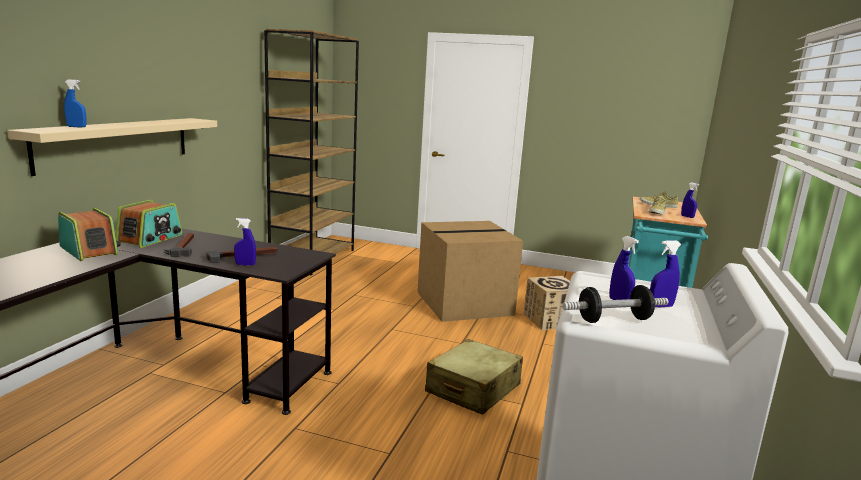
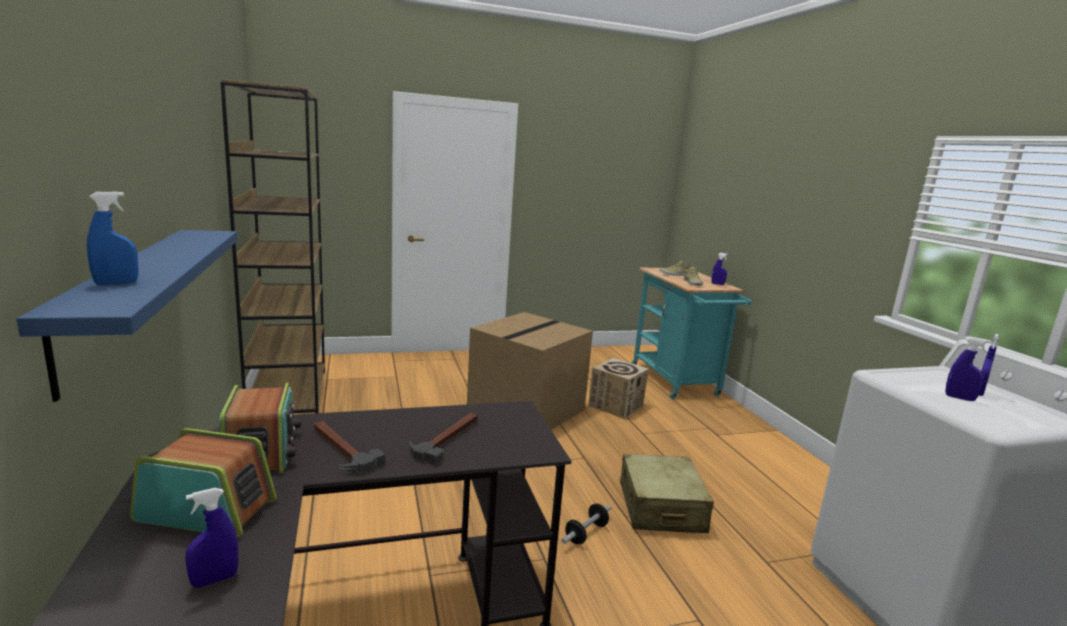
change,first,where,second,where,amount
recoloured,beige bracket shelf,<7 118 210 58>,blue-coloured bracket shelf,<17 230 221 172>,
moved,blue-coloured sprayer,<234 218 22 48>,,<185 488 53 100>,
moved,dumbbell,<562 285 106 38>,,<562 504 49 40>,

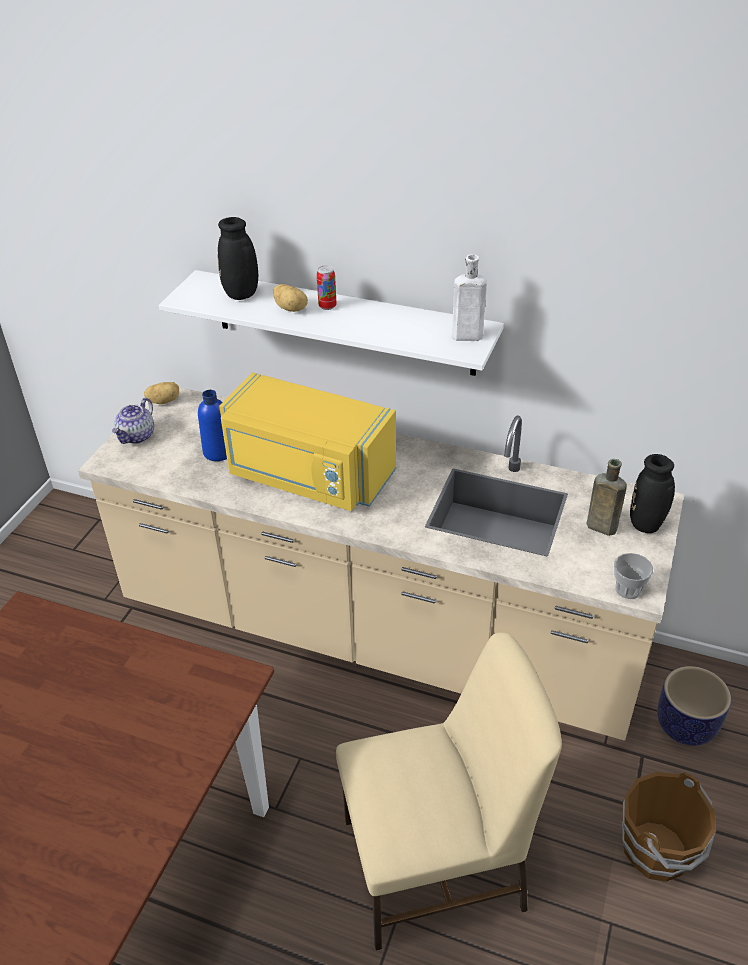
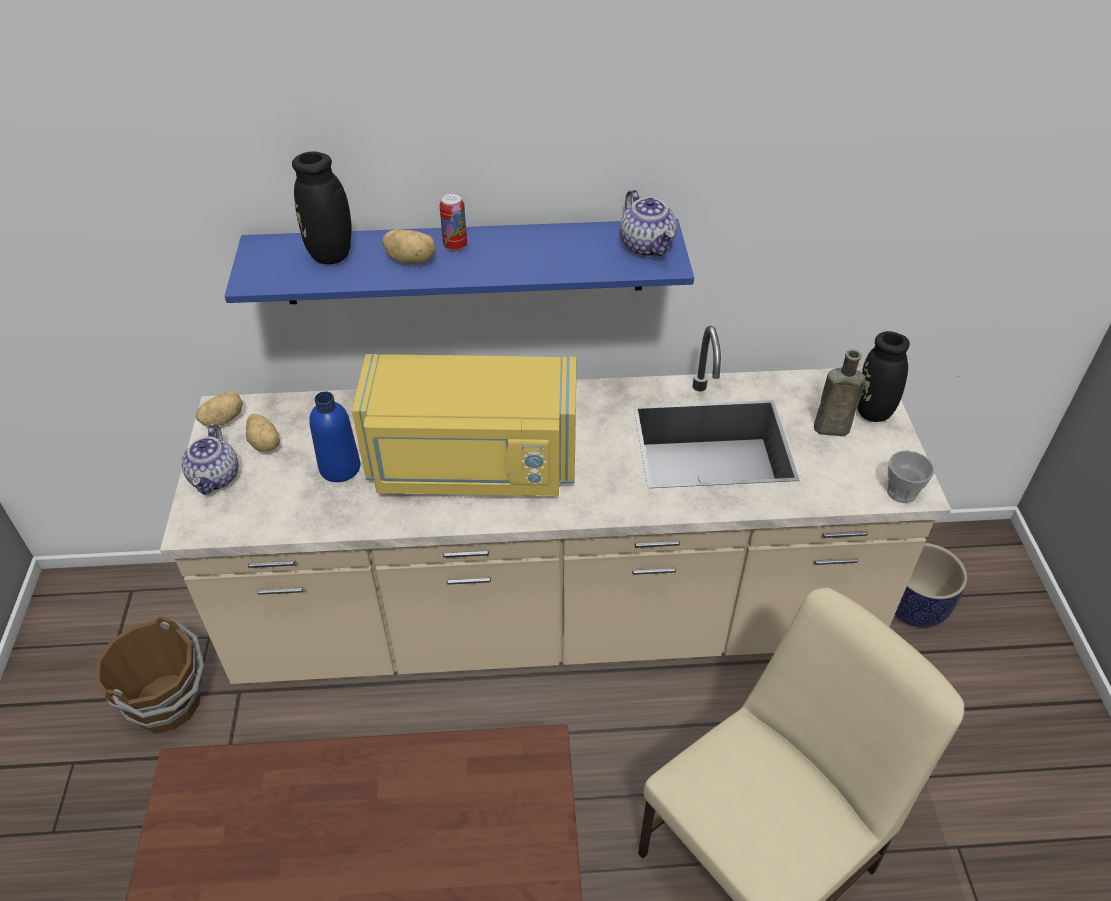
change,first,where,second,where,amount
replaced,white beverage bottle,<452 254 35 87>,tea pot,<620 190 57 67>,
recoloured,white bracket shelf,<159 270 345 106>,blue-coloured bracket shelf,<225 219 469 85>,
moved,brownish bucket,<622 772 94 110>,,<94 616 110 117>,
added,,,potato,<246 414 34 38>,

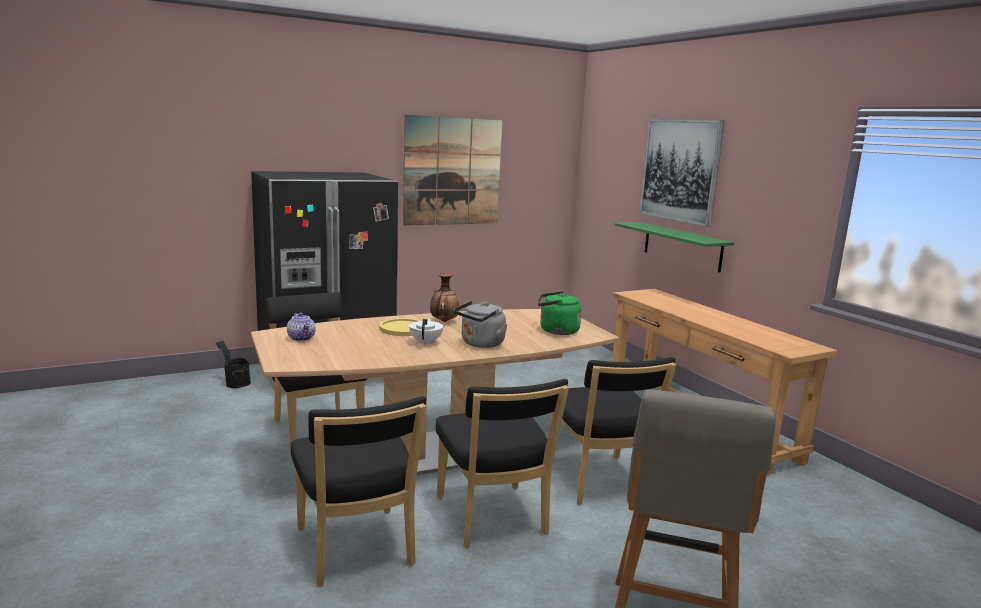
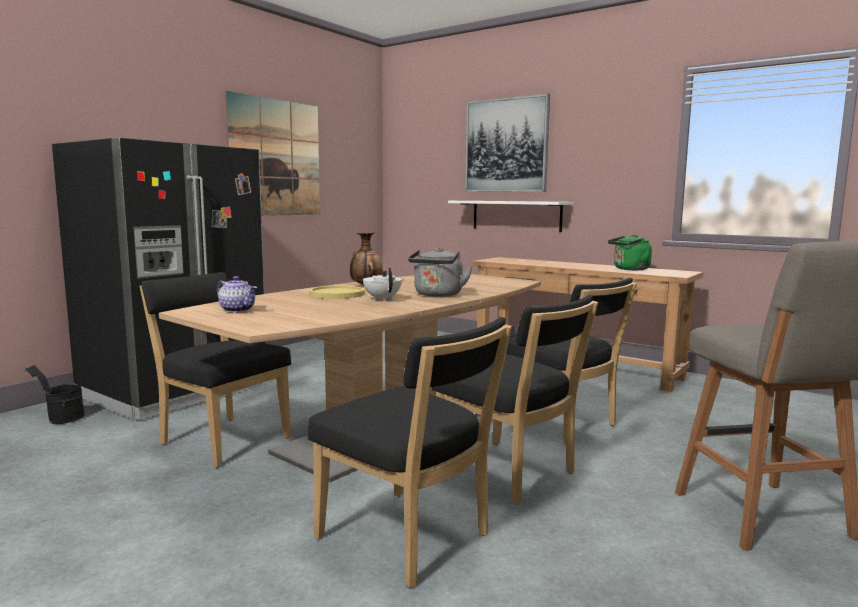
change,first,where,second,where,amount
recoloured,greenish bracket shelf,<614 222 120 50>,white bracket shelf,<448 201 126 31>,
moved,greenish water kettle,<538 291 44 44>,,<608 235 44 35>,

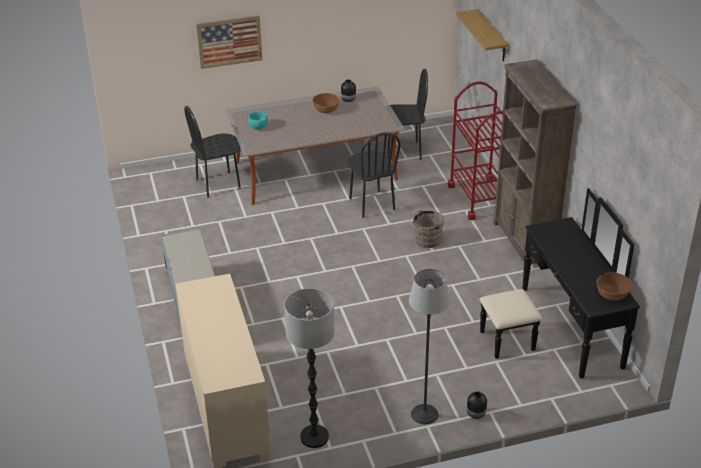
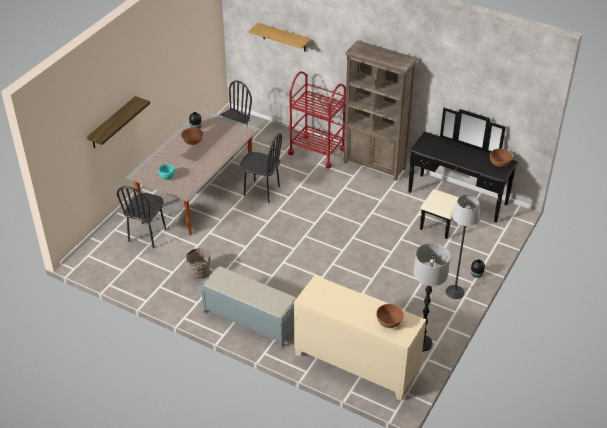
change,first,where,second,where,amount
replaced,wall picture,<196 15 66 54>,bracket shelf,<87 96 63 52>,
moved,brownish bucket,<409 210 35 38>,,<184 248 27 31>,
added,,,brownish serving bowl,<376 304 28 24>,

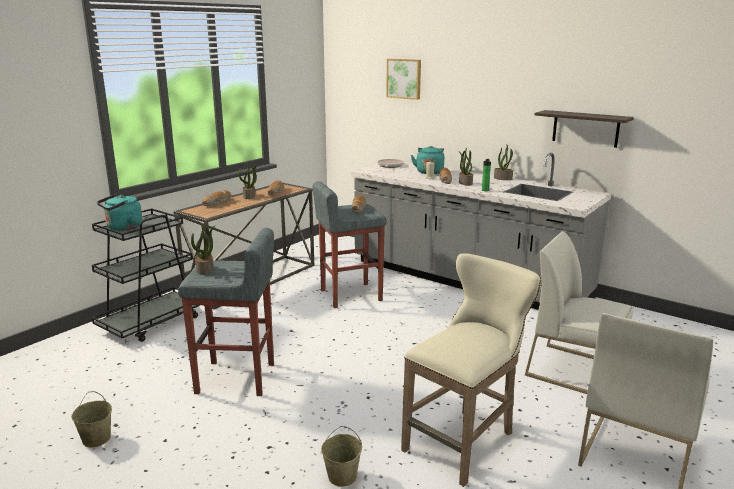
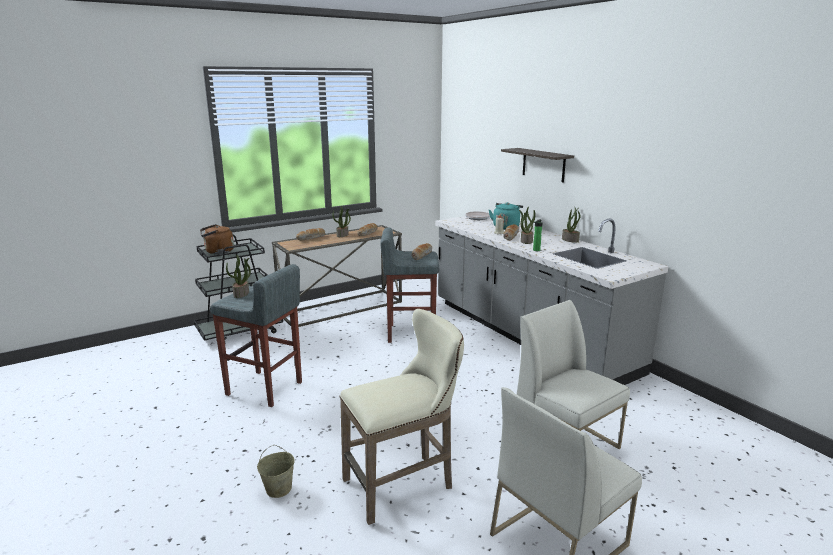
change,first,where,second,where,amount
removed,wall picture,<386 59 35 41>,,,
moved,bracket shelf,<535 110 99 38>,,<501 148 73 34>,
recoloured,turquoise water kettle,<97 194 45 37>,brownish water kettle,<200 224 34 30>,
removed,beige bucket,<71 391 41 56>,,,

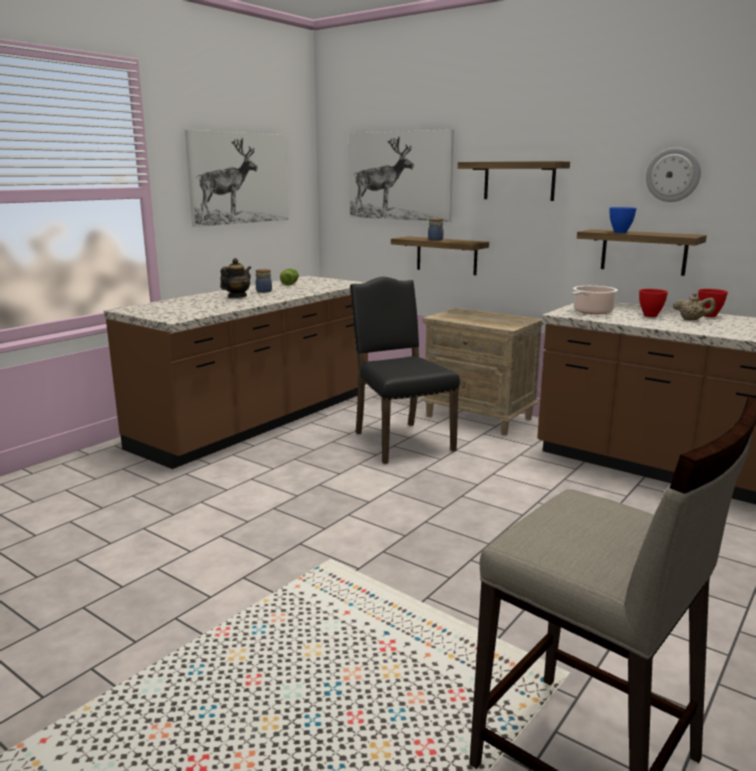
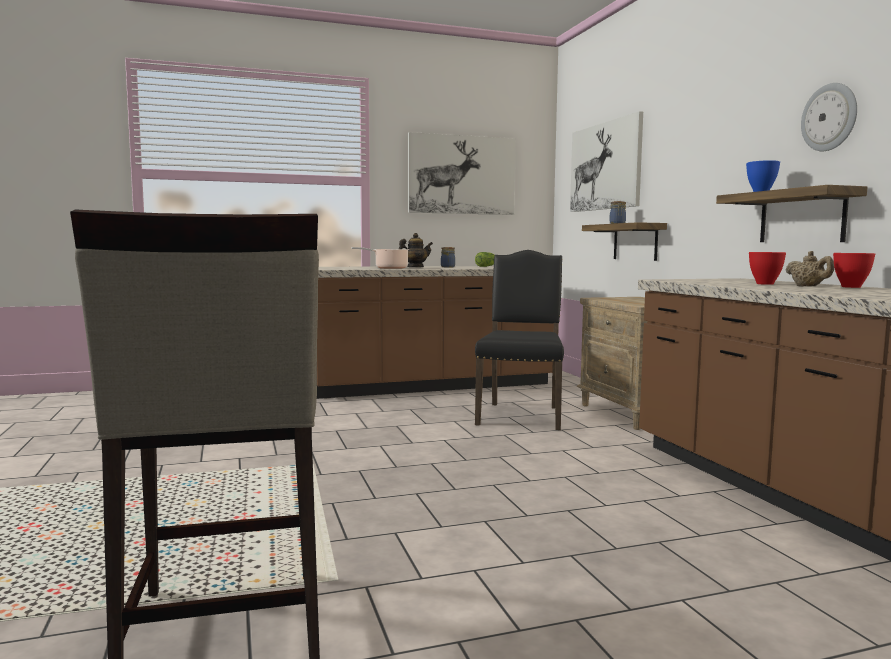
change,first,where,second,where,amount
removed,bracket shelf,<458 161 112 40>,,,
moved,cooking pot,<572 286 46 28>,,<352 247 58 22>,

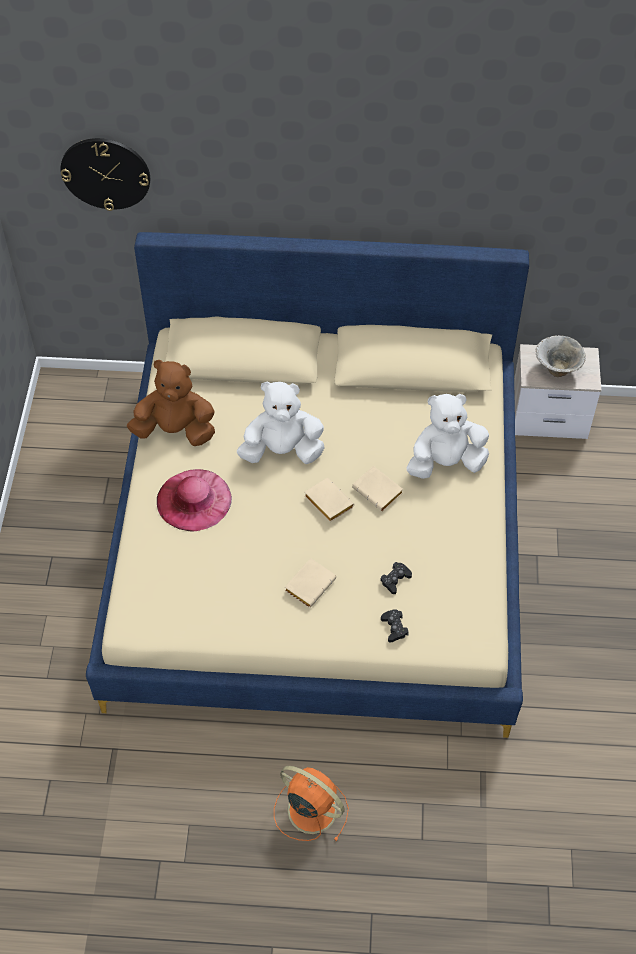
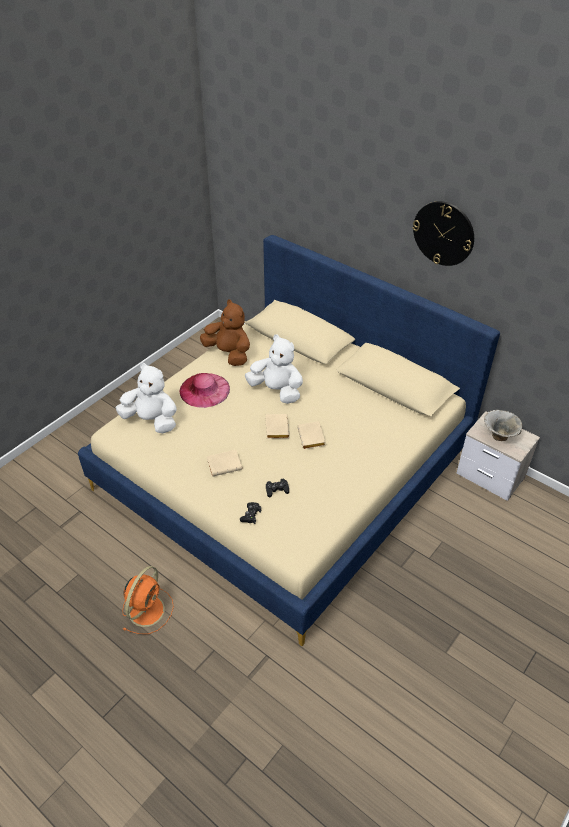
change,first,where,second,where,amount
moved,wall clock,<61 138 89 73>,,<413 201 61 65>,
moved,white plush toy,<406 394 83 85>,,<116 363 61 70>,
turned,orange-coloured cooling fan,<274 766 75 76>,,<122 566 52 68>,45 degrees clockwise

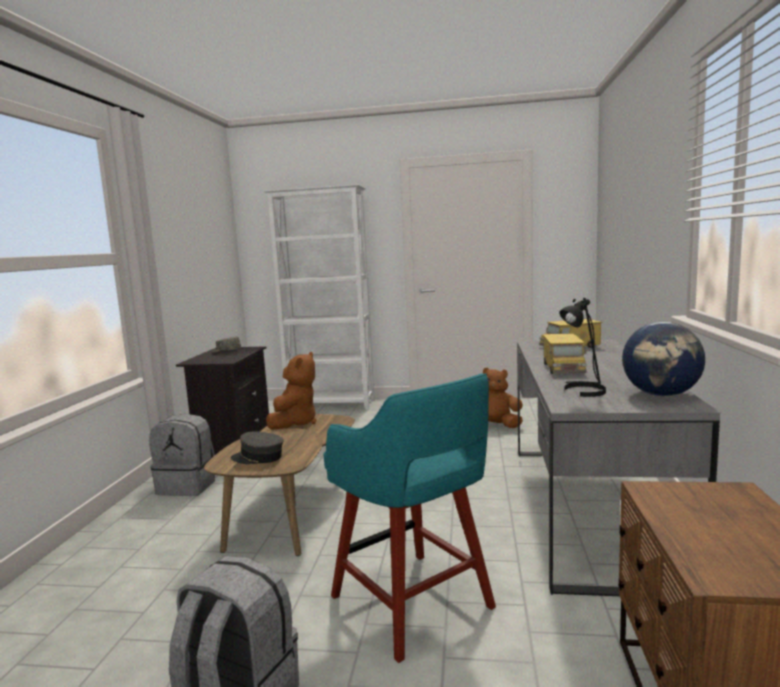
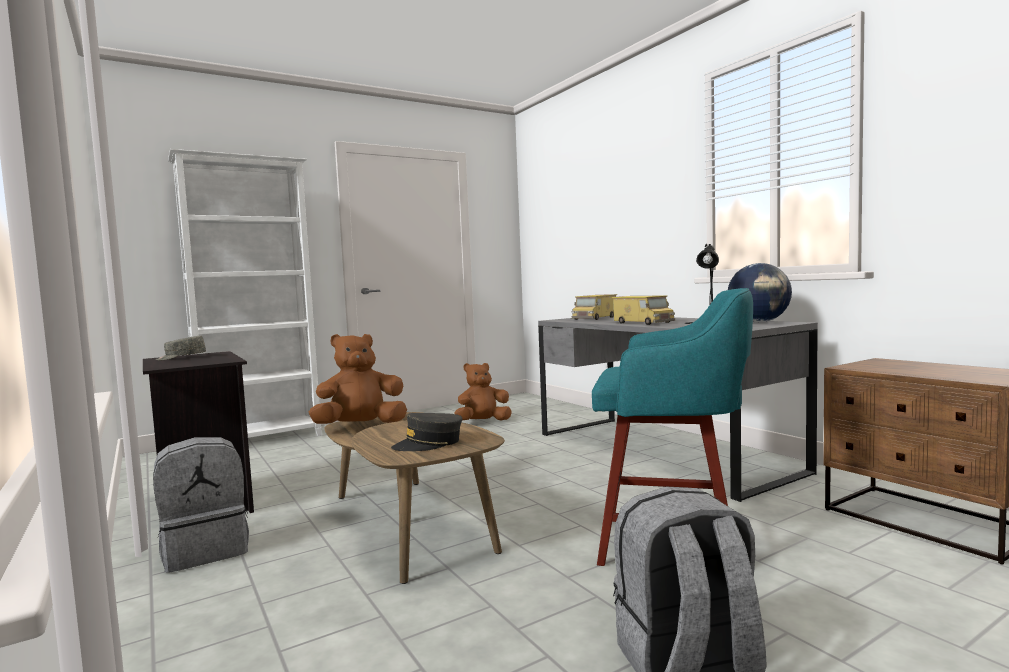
change,first,where,second,where,amount
turned,brownish plush toy,<266 352 51 78>,,<309 334 98 90>,90 degrees counterclockwise

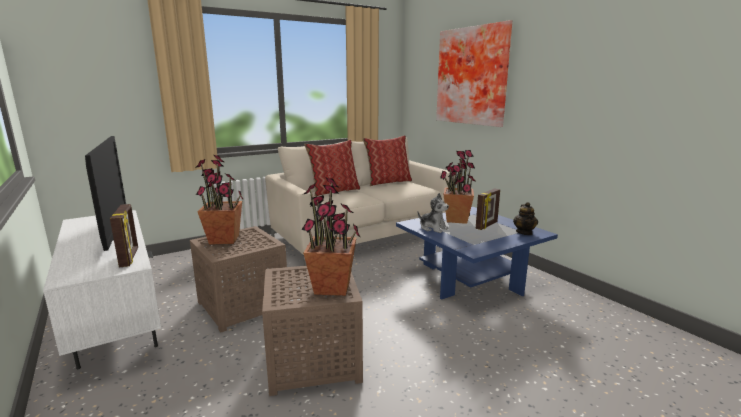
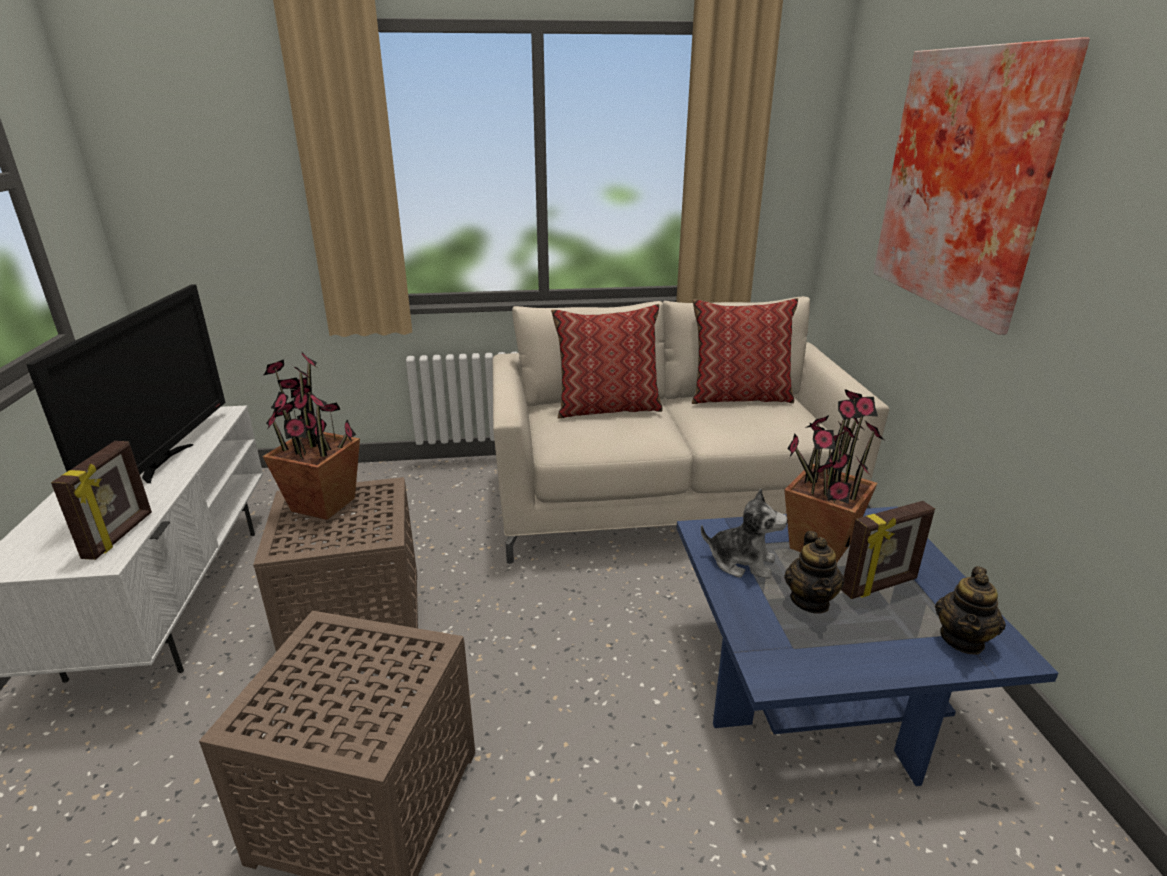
change,first,where,second,where,amount
removed,potted plant,<301 178 60 118>,,,
turned,plush toy,<418 193 31 40>,,<701 489 87 90>,45 degrees counterclockwise
added,,,tea pot,<784 531 60 83>,

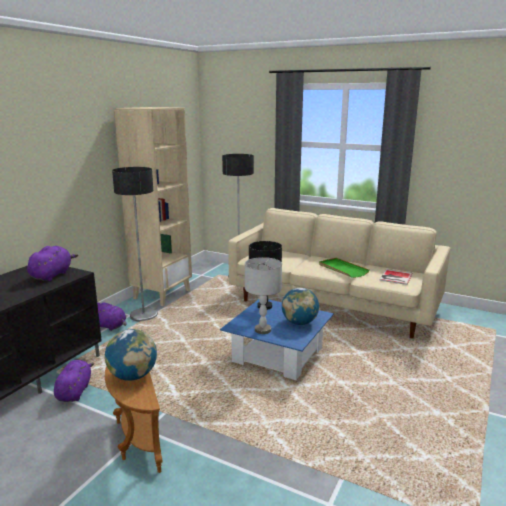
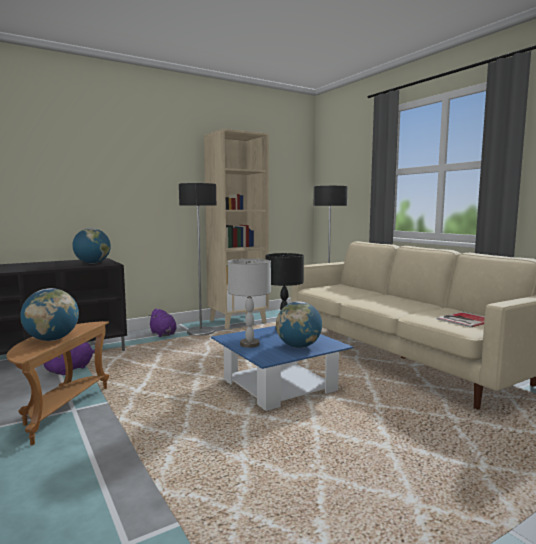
change,first,where,second,where,amount
replaced,purple-coloured plush toy,<27 246 51 35>,desk globe,<72 228 39 36>,
removed,greenish carrying tray,<319 258 51 20>,,,

